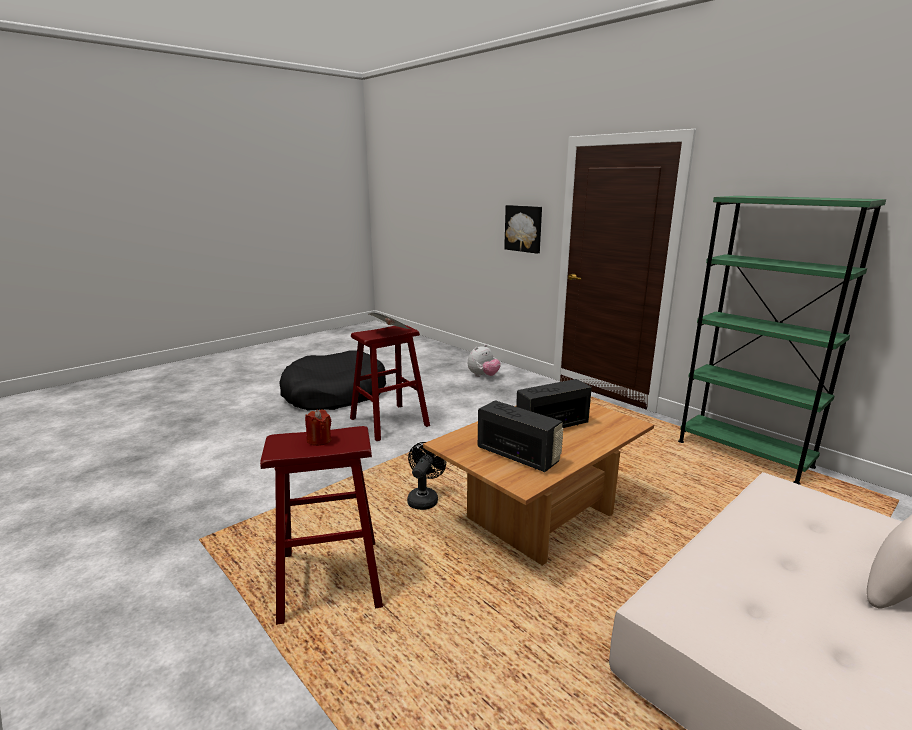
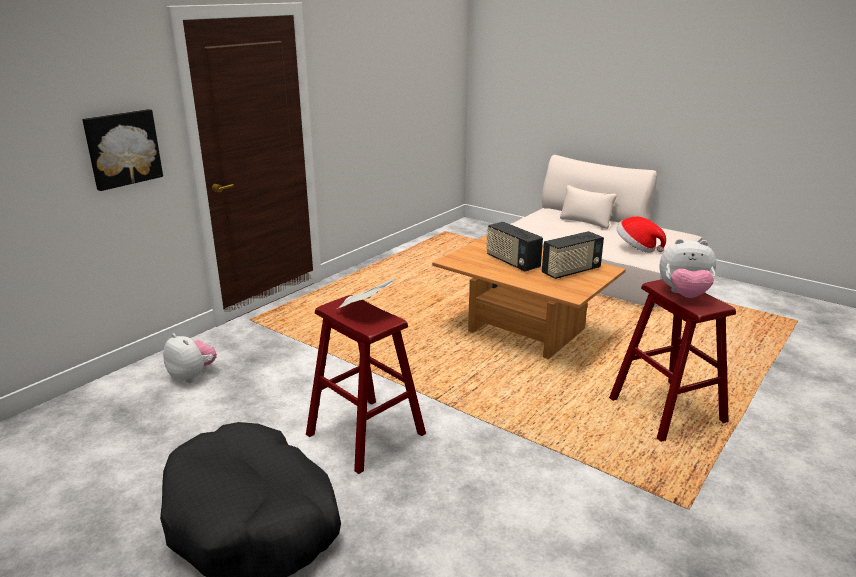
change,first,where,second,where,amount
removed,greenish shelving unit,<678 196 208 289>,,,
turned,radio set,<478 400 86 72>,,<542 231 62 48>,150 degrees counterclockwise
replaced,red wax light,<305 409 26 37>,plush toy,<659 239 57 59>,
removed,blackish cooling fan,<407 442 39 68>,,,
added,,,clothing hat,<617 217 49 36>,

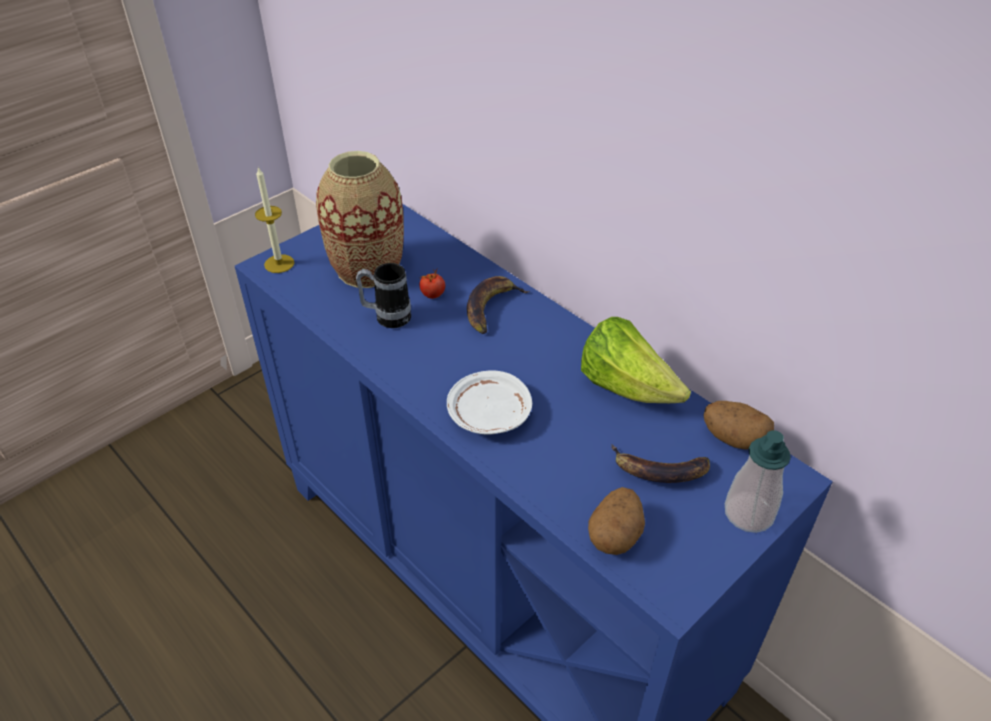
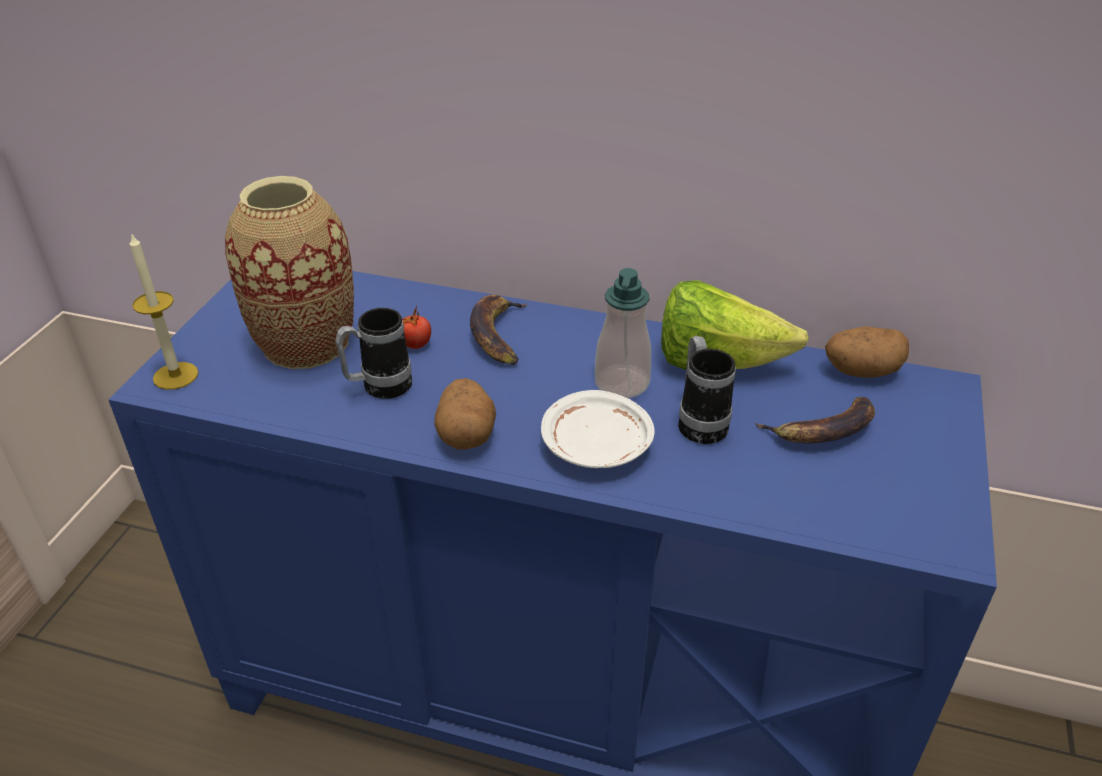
change,first,where,second,where,amount
moved,soap bottle,<725 430 66 103>,,<595 268 56 130>,
moved,potato,<588 487 57 68>,,<434 378 62 72>,
added,,,tea mug,<678 336 58 108>,

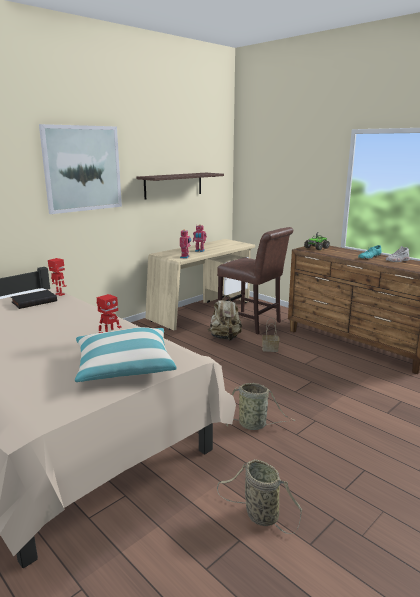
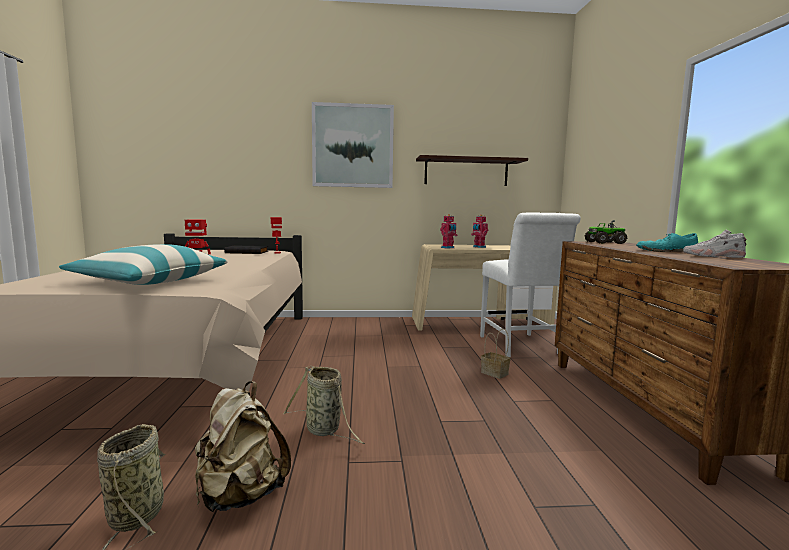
change,first,where,second,where,amount
recoloured,brownish chair,<217 227 76 107>,white chair,<480 212 101 145>,
moved,beige rucksack,<208 295 34 46>,,<195 381 96 132>,

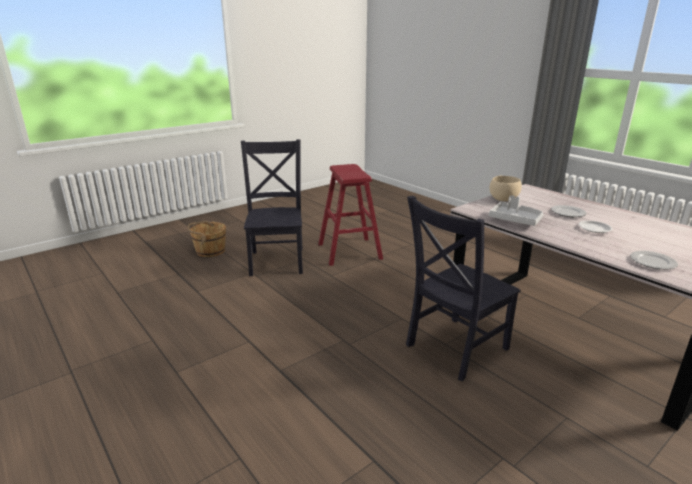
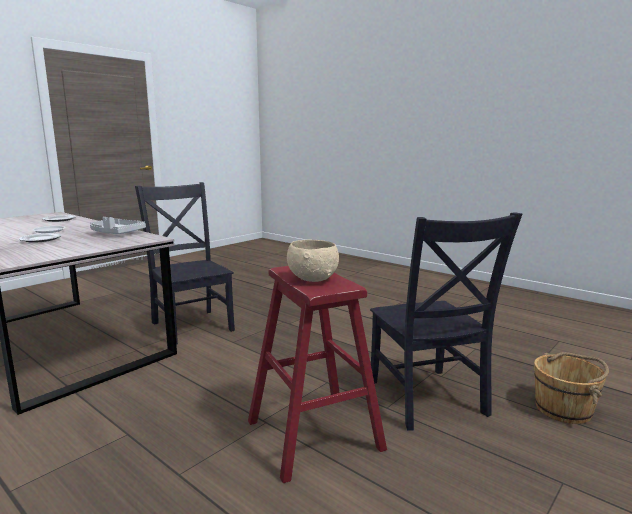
change,first,where,second,where,amount
moved,beige serving bowl,<490 176 32 25>,,<287 240 52 42>,
turned,blackish chair,<406 196 115 185>,,<135 182 100 163>,75 degrees counterclockwise

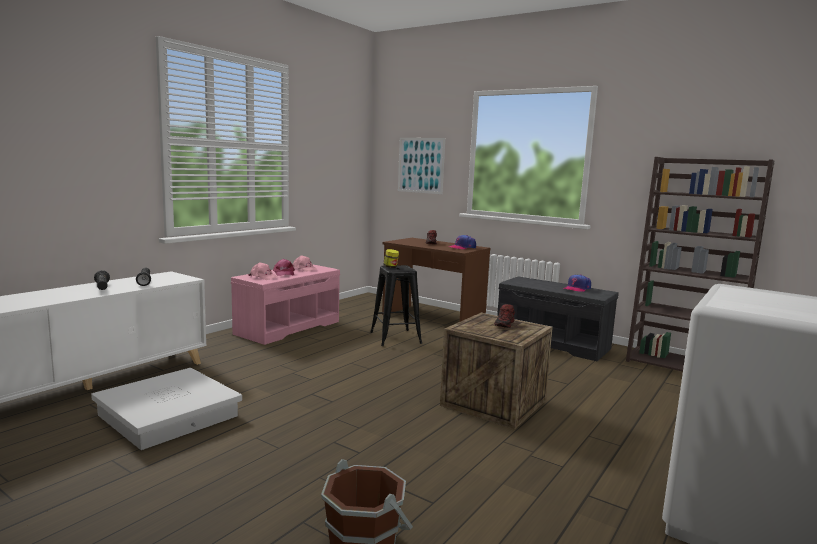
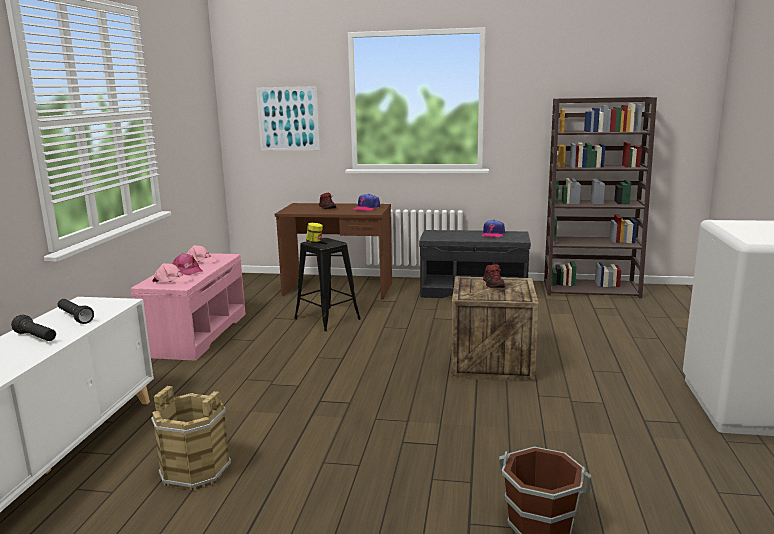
change,first,where,second,where,amount
replaced,white storage bin,<91 368 151 82>,brownish bucket,<151 386 80 105>,

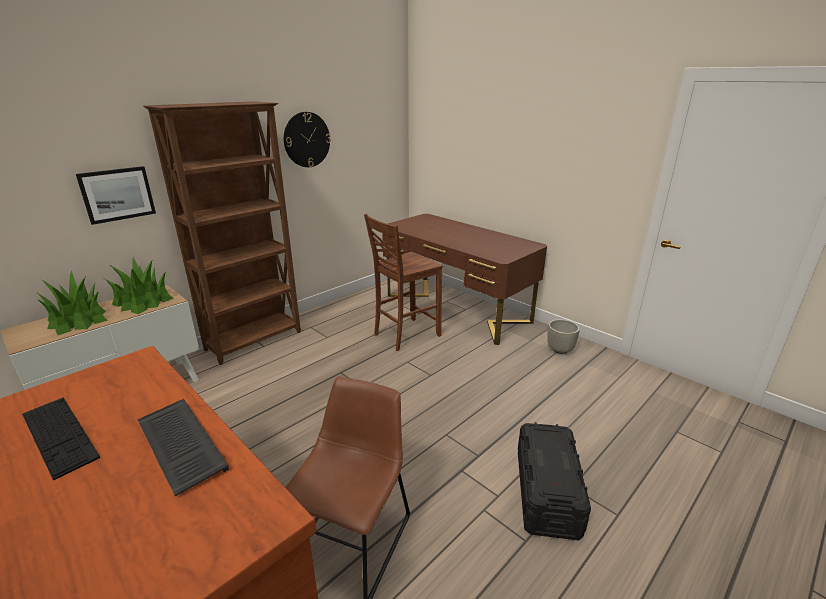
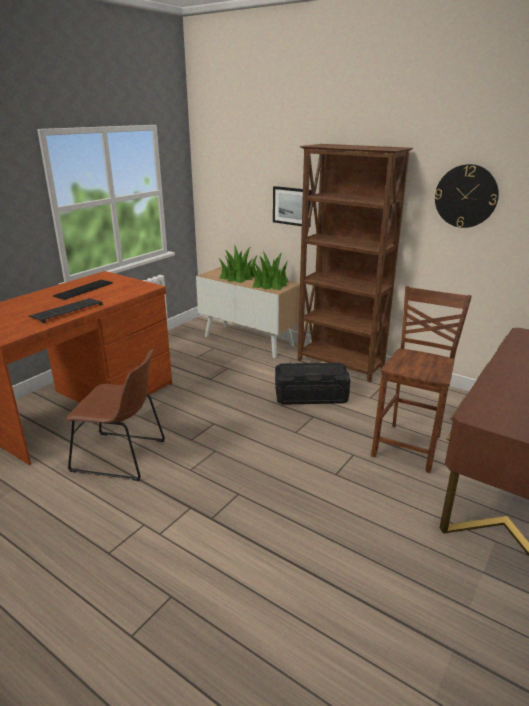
change,first,where,second,where,amount
turned,brownish chair,<364 214 79 137>,,<371 286 101 187>,75 degrees clockwise
removed,greyish flower pot,<547 319 33 35>,,,
moved,blackish storage bin,<518 422 73 118>,,<275 362 75 43>,

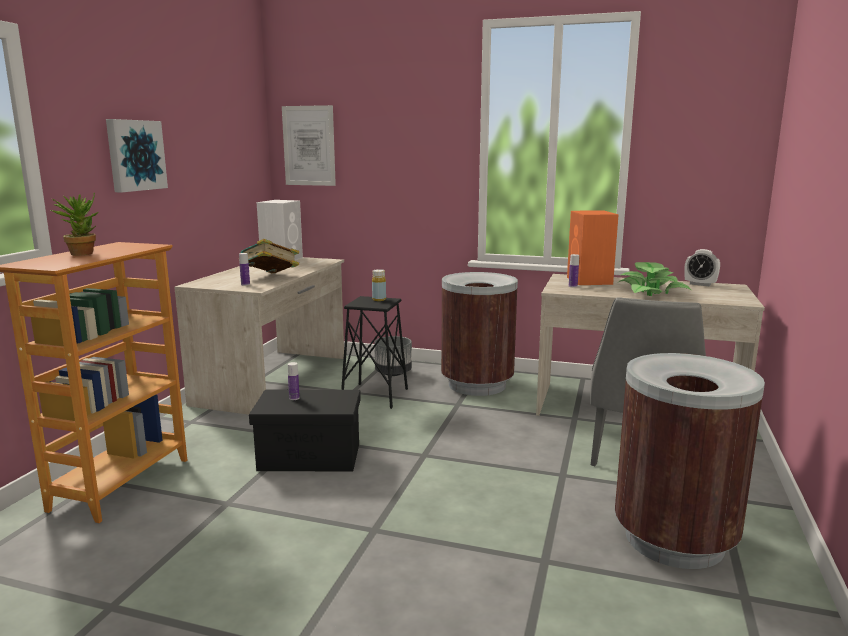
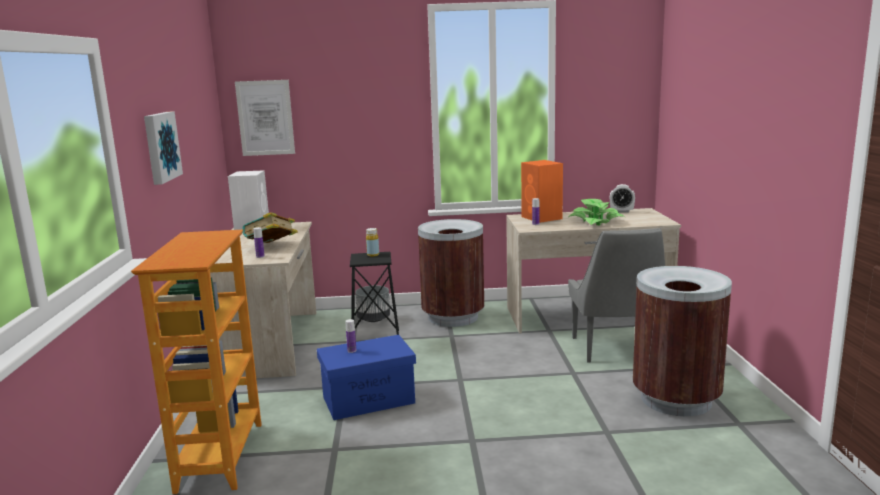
change,first,where,second,where,amount
removed,potted plant,<51 192 47 64>,,,
recoloured,blackish storage bin,<249 390 112 81>,blue-coloured storage bin,<317 335 99 85>,

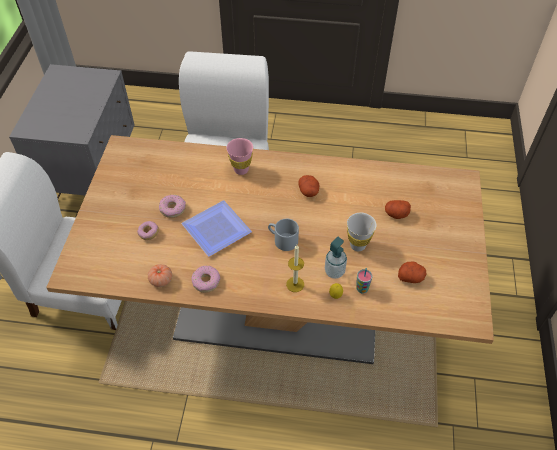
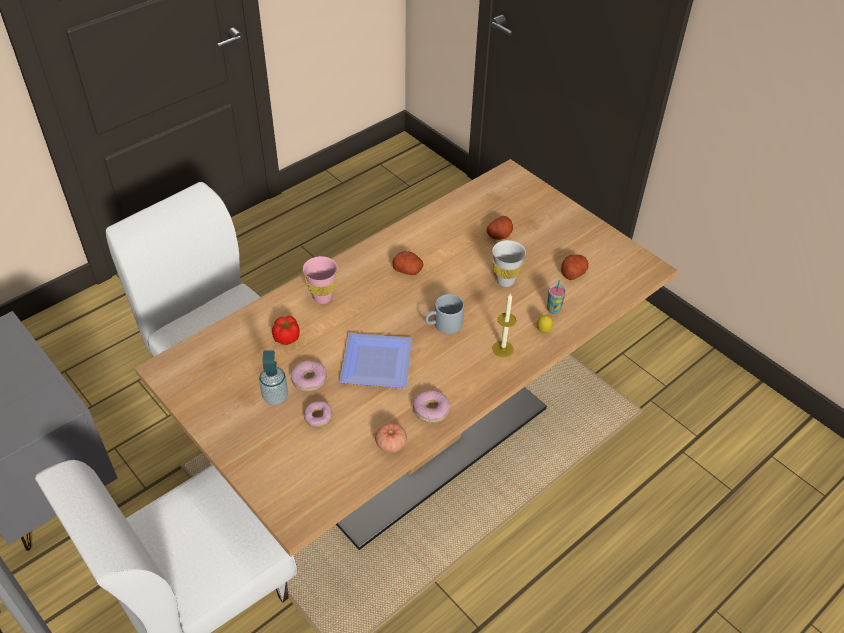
change,first,where,second,where,amount
moved,soap bottle,<325 237 22 42>,,<259 350 29 55>,
added,,,fresh tomato,<272 316 28 29>,

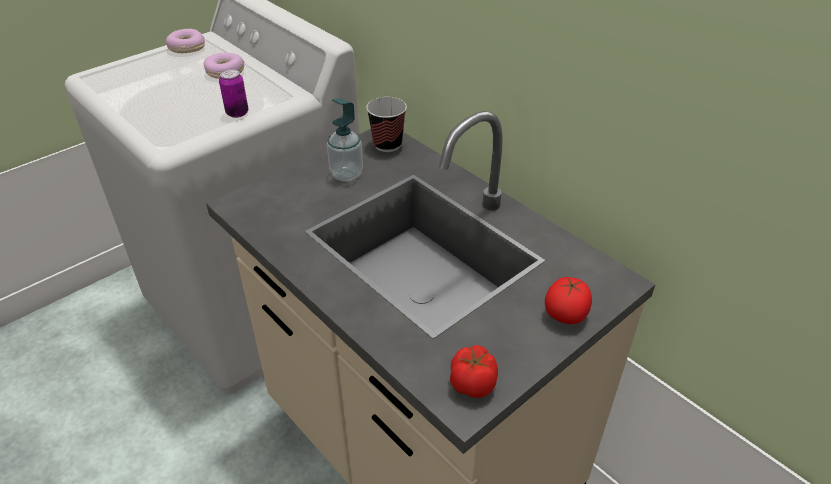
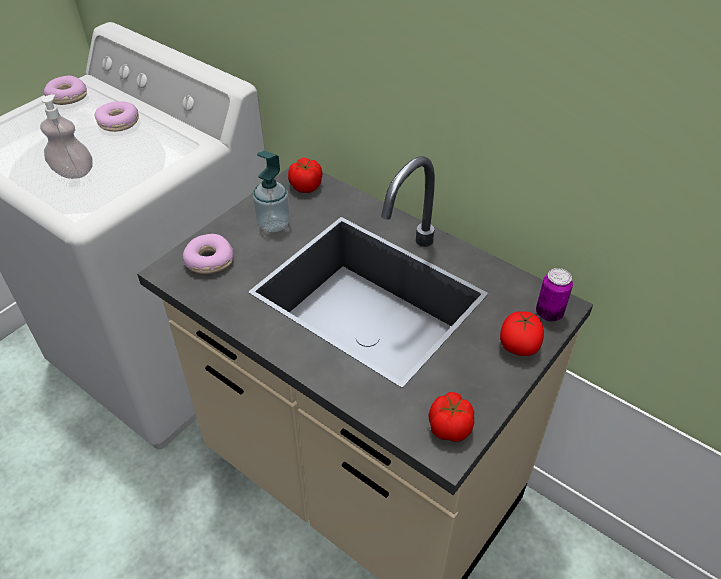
change,first,where,second,where,amount
moved,sealed can,<219 69 29 49>,,<536 268 37 54>,
replaced,drinking cup,<366 97 41 55>,fresh tomato,<288 158 34 35>,
added,,,soap bottle,<40 94 53 85>,
added,,,doughnut,<183 234 50 40>,

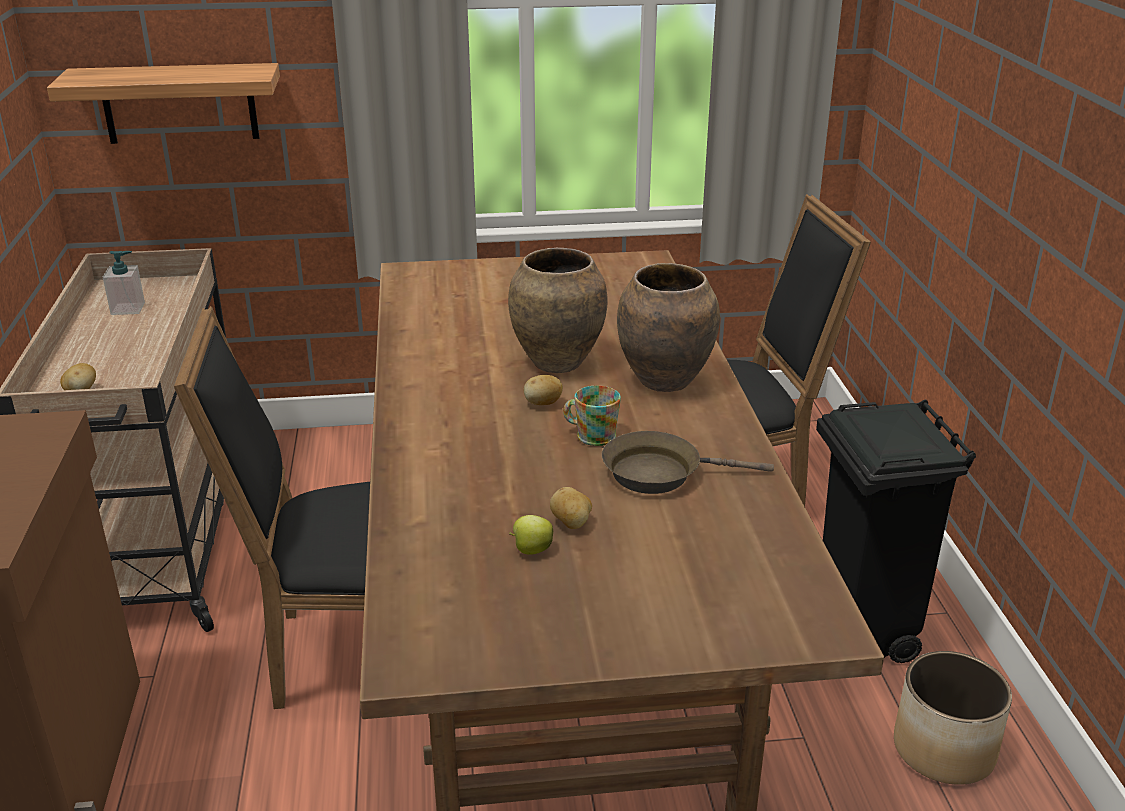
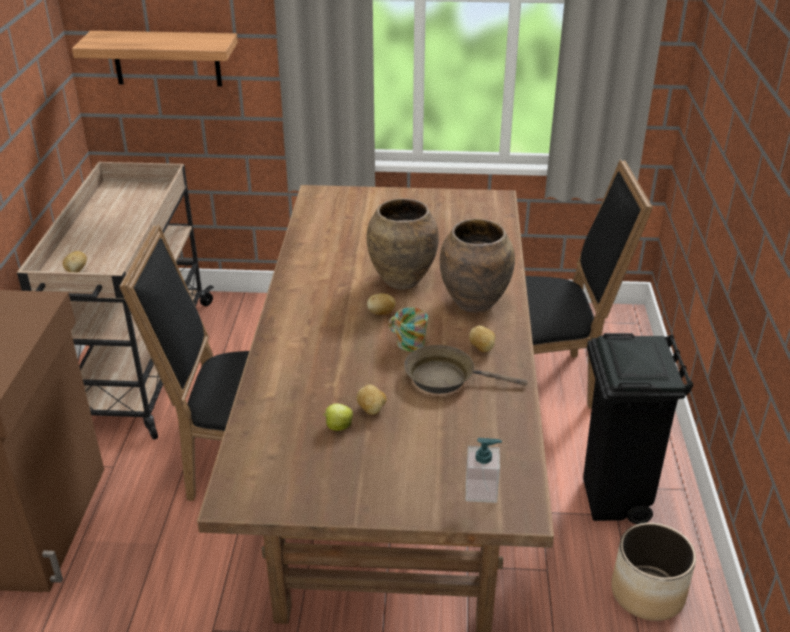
change,first,where,second,where,amount
moved,soap bottle,<103 251 42 64>,,<466 438 36 65>,
added,,,potato,<469 326 27 26>,

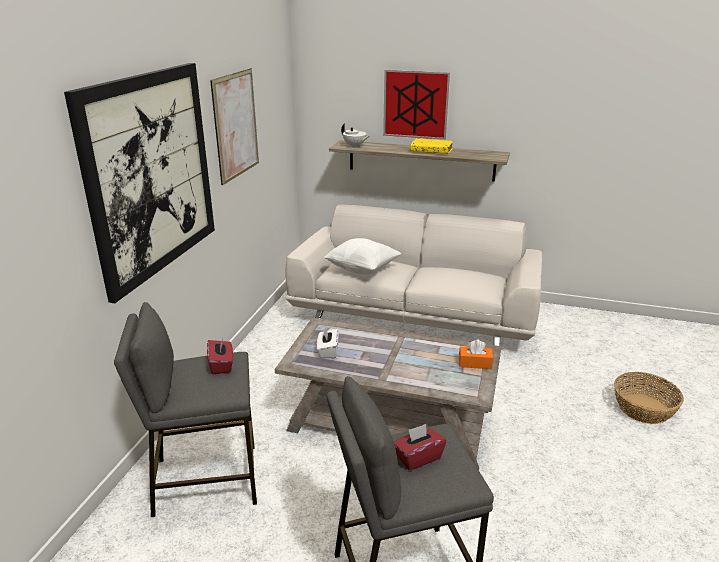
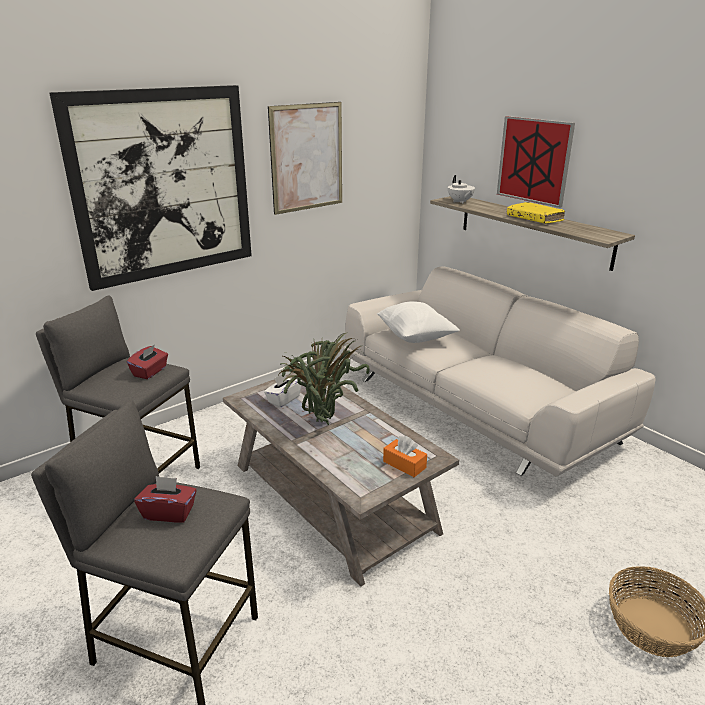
change,first,where,second,where,amount
added,,,potted plant,<277 332 93 93>,

